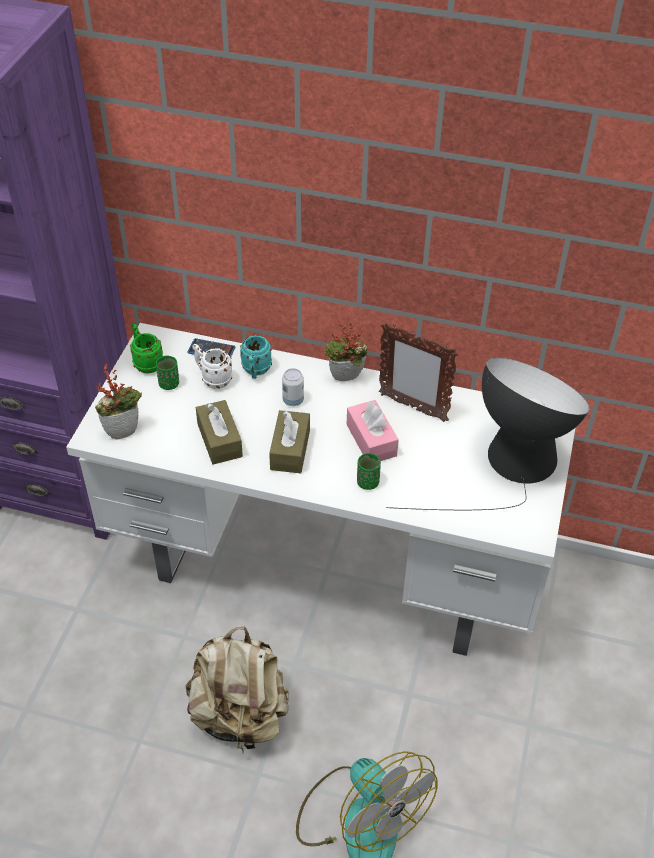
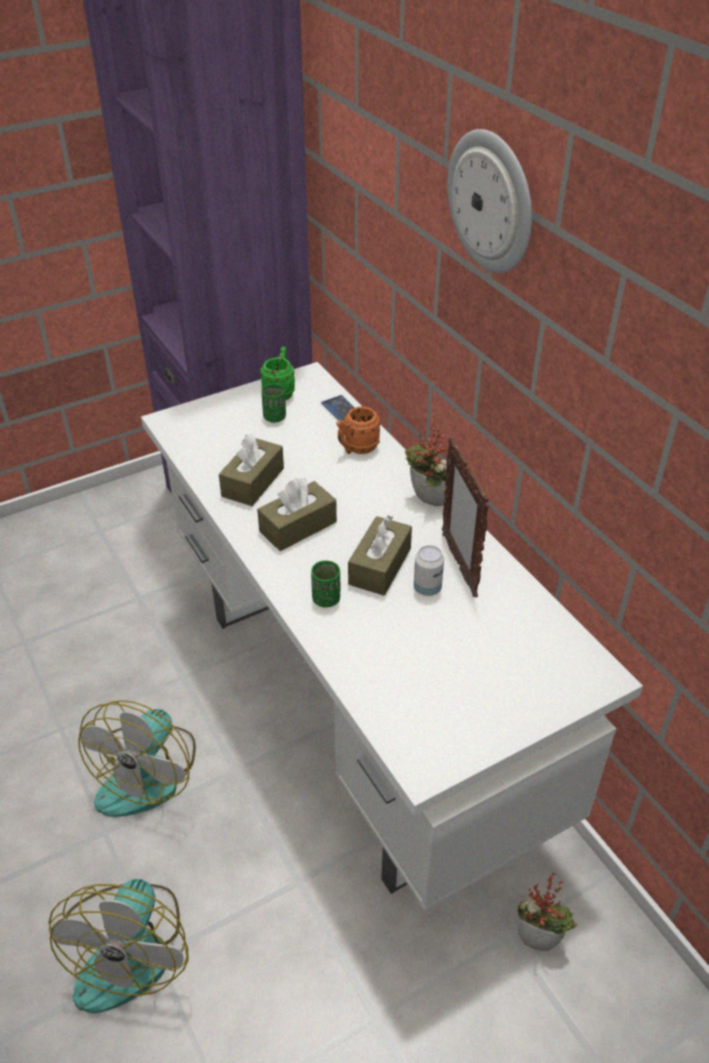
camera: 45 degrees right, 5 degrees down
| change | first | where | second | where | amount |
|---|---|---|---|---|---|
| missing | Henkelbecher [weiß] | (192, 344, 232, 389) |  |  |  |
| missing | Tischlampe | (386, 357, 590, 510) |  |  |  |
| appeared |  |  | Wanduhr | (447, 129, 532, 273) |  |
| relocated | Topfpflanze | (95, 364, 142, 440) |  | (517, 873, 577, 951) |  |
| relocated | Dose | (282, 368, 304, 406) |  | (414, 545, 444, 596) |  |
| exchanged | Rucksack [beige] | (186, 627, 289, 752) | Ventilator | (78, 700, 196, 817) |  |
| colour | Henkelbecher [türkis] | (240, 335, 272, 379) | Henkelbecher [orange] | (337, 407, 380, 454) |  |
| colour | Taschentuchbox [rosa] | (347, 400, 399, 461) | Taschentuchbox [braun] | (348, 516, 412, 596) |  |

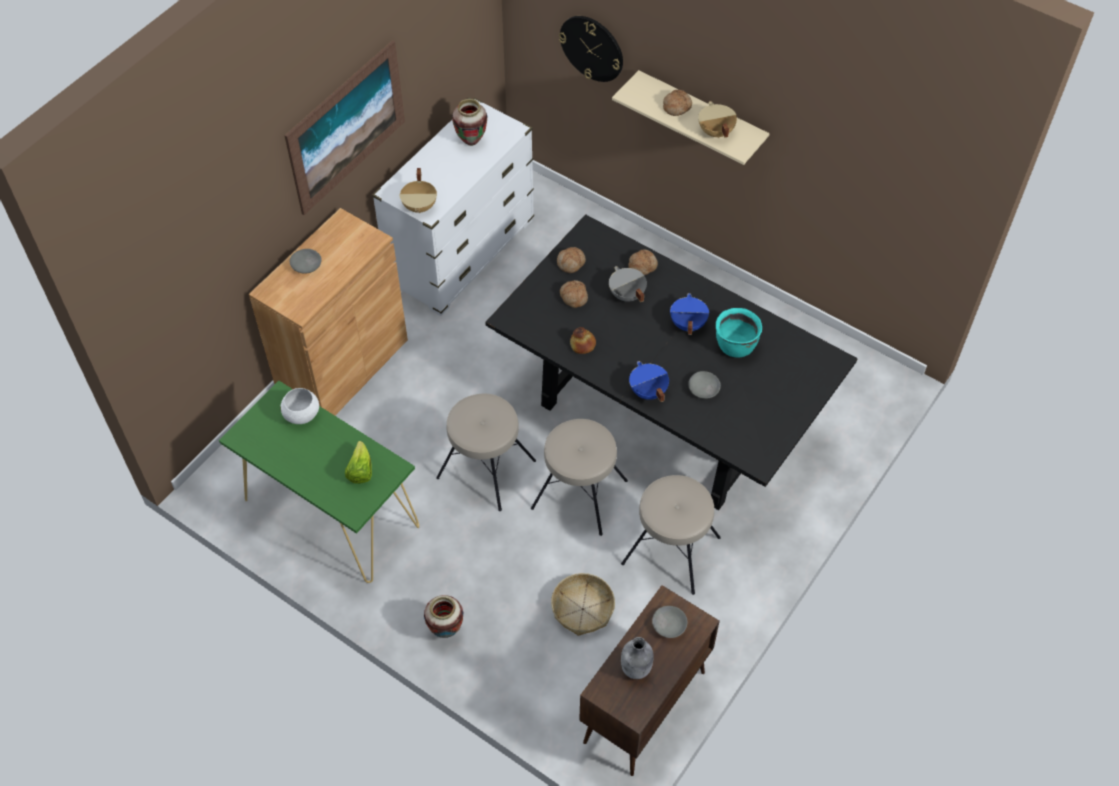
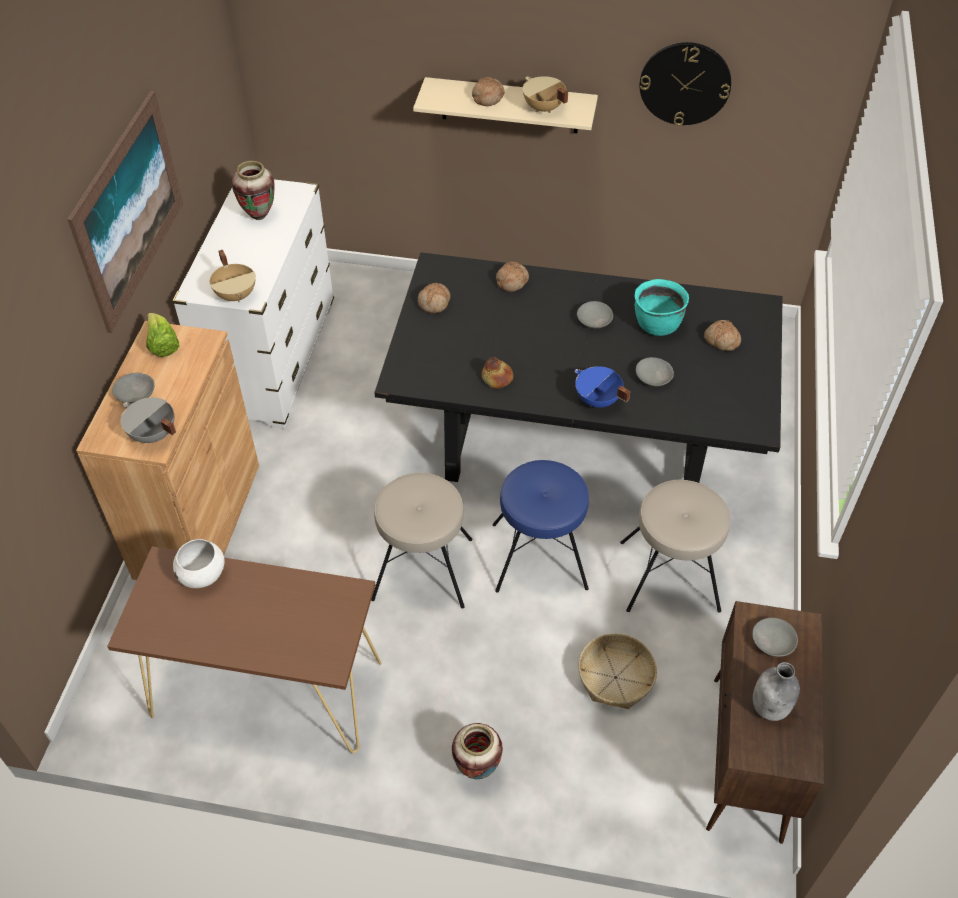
camera: 25 degrees left, 5 degrees down
| change | first | where | second | where | amount |
|---|---|---|---|---|---|
| relocated | Salatkopf | (345, 441, 372, 484) |  | (146, 313, 179, 357) |  |
| relocated | Wanduhr | (559, 16, 623, 82) |  | (640, 42, 731, 126) |  |
| relocated | Brot | (560, 280, 588, 308) |  | (704, 320, 741, 351) |  |
| relocated | Kochtopf [grau] | (609, 266, 647, 302) |  | (121, 397, 177, 443) |  |
| exchanged | Kochtopf [blau] | (670, 293, 709, 335) | Schüssel [grau] | (577, 301, 613, 329) |  |
| colour | Konsolentisch [grün] | (219, 381, 419, 583) | Konsolentisch [braun] | (107, 546, 382, 753) |  |
| colour | Hocker [beige] | (531, 419, 628, 536) | Hocker [blau] | (492, 460, 589, 593) |  |

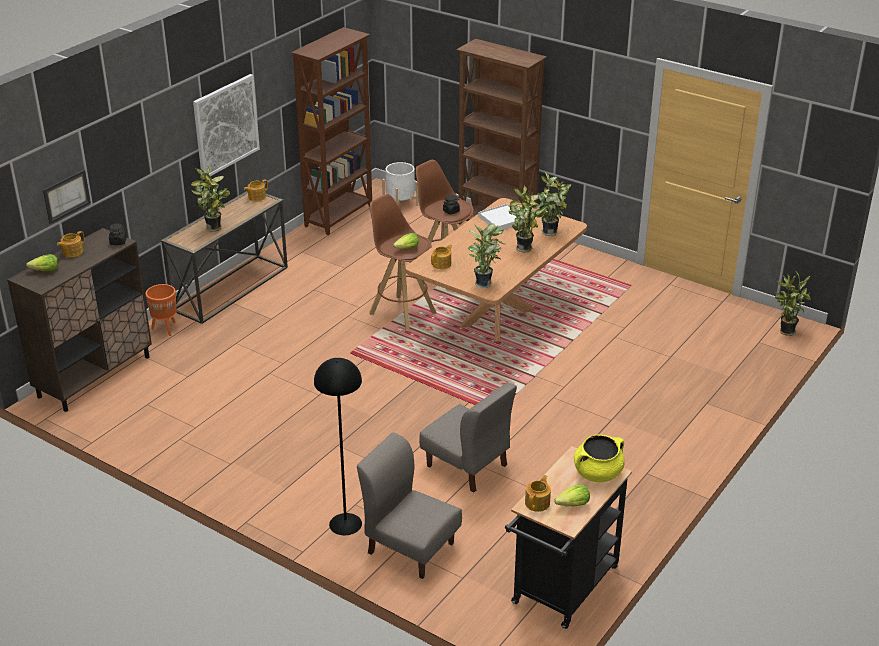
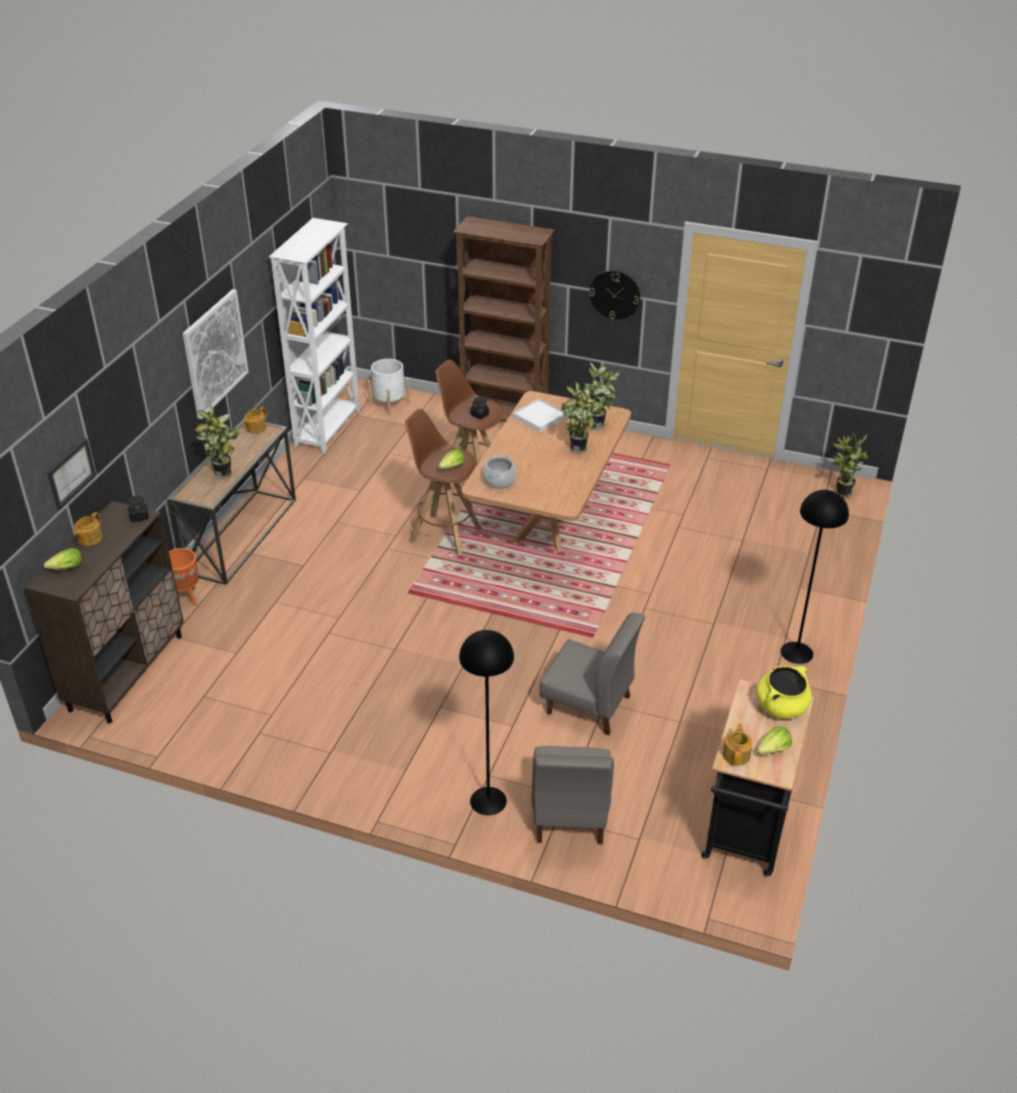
camera: 15 degrees left, 5 degrees up
| change | first | where | second | where | amount |
|---|---|---|---|---|---|
| missing | Topfpflanze | (468, 224, 507, 288) |  |  |  |
| appeared |  |  | Wanduhr | (589, 270, 640, 319) |  |
| appeared |  |  | Stehlampe [schwarz] | (781, 490, 849, 664) |  |
| exchanged | Teekanne | (431, 244, 452, 269) | Kochtopf | (483, 456, 517, 489) |  |
| colour | Bücherregal [braun] | (291, 27, 372, 235) | Bücherregal [weiß] | (269, 218, 360, 454) |  |
| spun | Stuhl [grau] | (357, 432, 462, 579) |  | (531, 746, 614, 844) | 105 degrees counterclockwise |

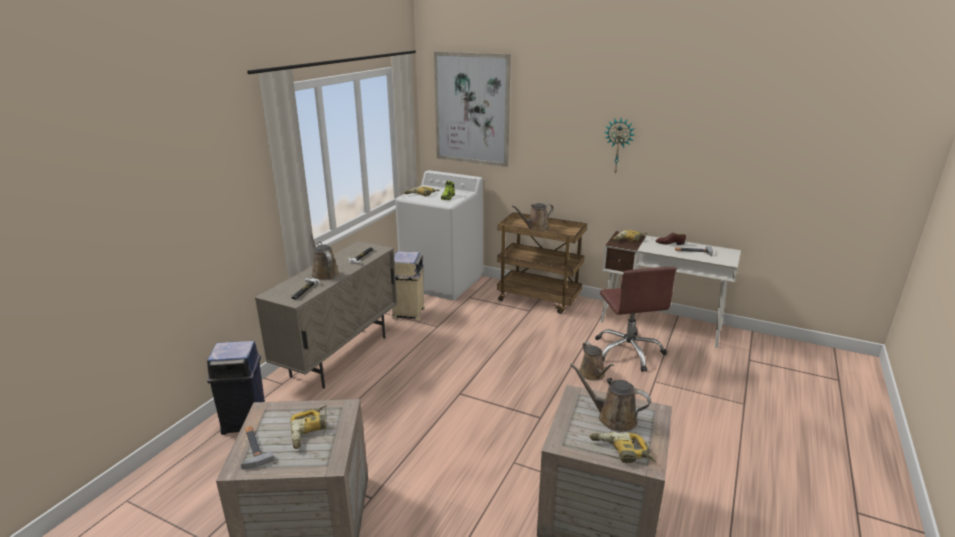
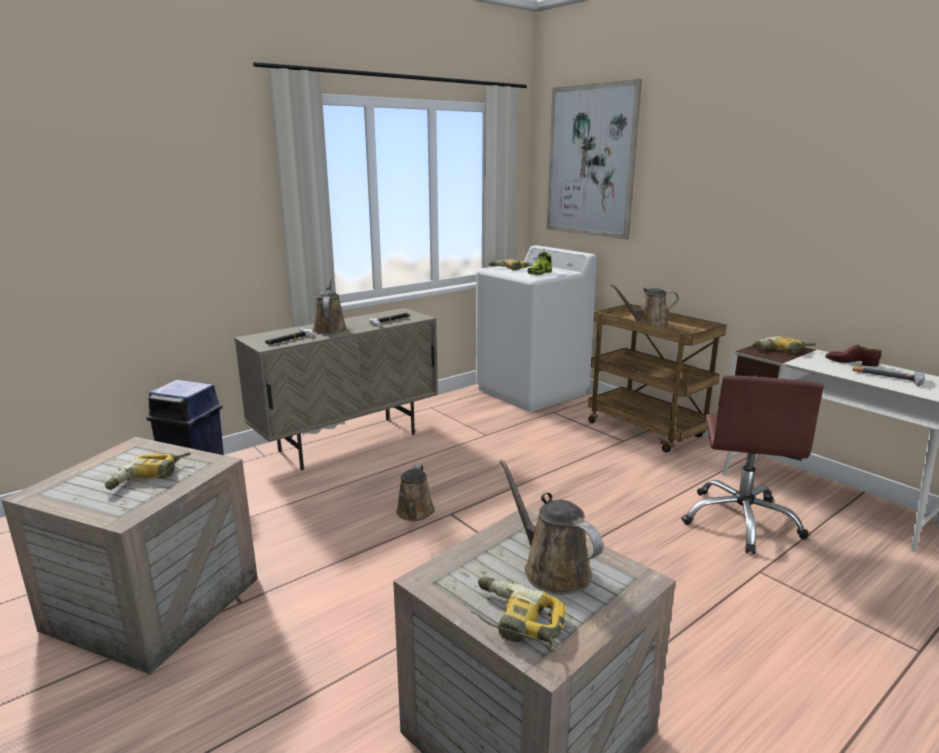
camera: 25 degrees right, 5 degrees down
| change | first | where | second | where | amount |
|---|---|---|---|---|---|
| missing | Hammer | (241, 426, 275, 469) |  |  |  |
| missing | Mülleimer [beige] | (392, 251, 425, 321) |  |  |  |
| missing | Wanduhr | (604, 118, 634, 174) |  |  |  |
| relocated | Gießkanne [braun] | (579, 342, 614, 381) |  | (396, 465, 435, 521) |  |

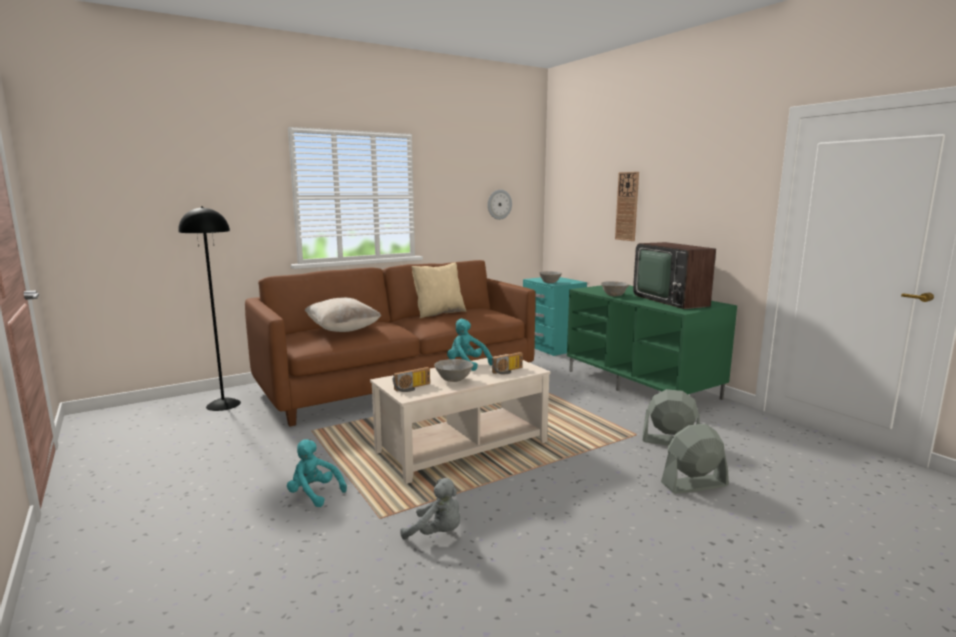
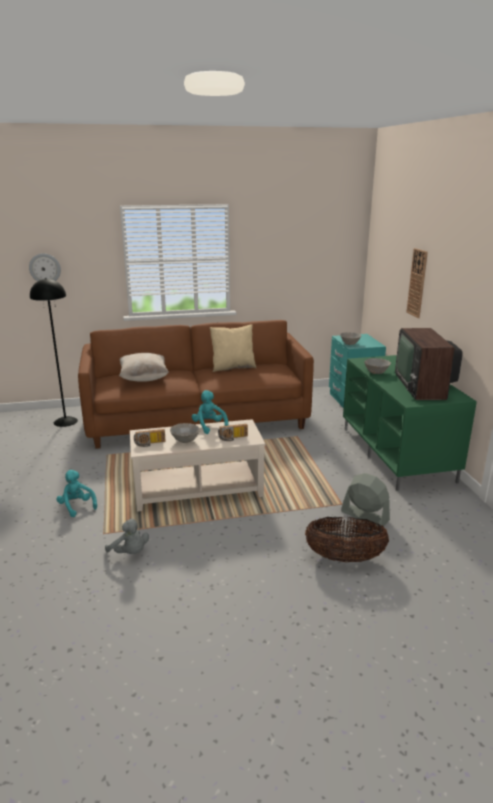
camera: 20 degrees right, 10 degrees up
| change | first | where | second | where | amount |
|---|---|---|---|---|---|
| relocated | Wanduhr | (488, 190, 512, 220) |  | (29, 253, 61, 281) |  |
| exchanged | Ventilator [grau] | (661, 424, 729, 494) | Korb | (305, 517, 389, 562) |  |

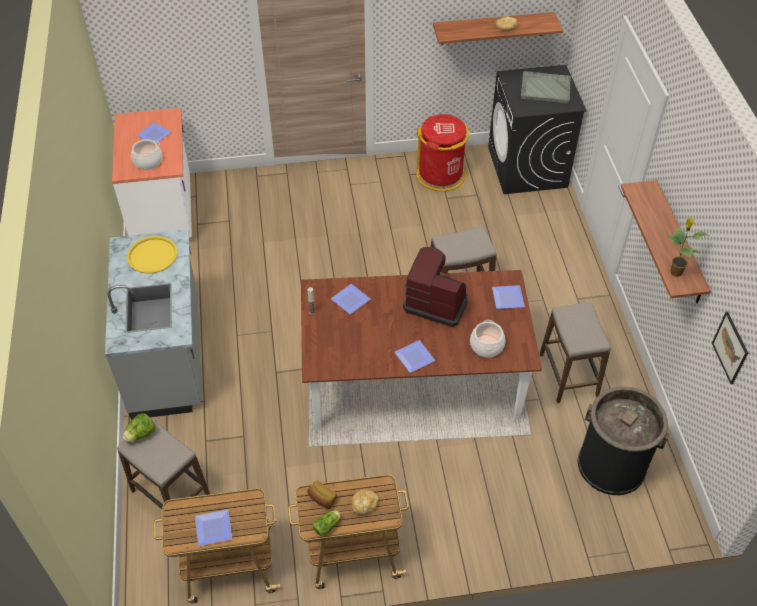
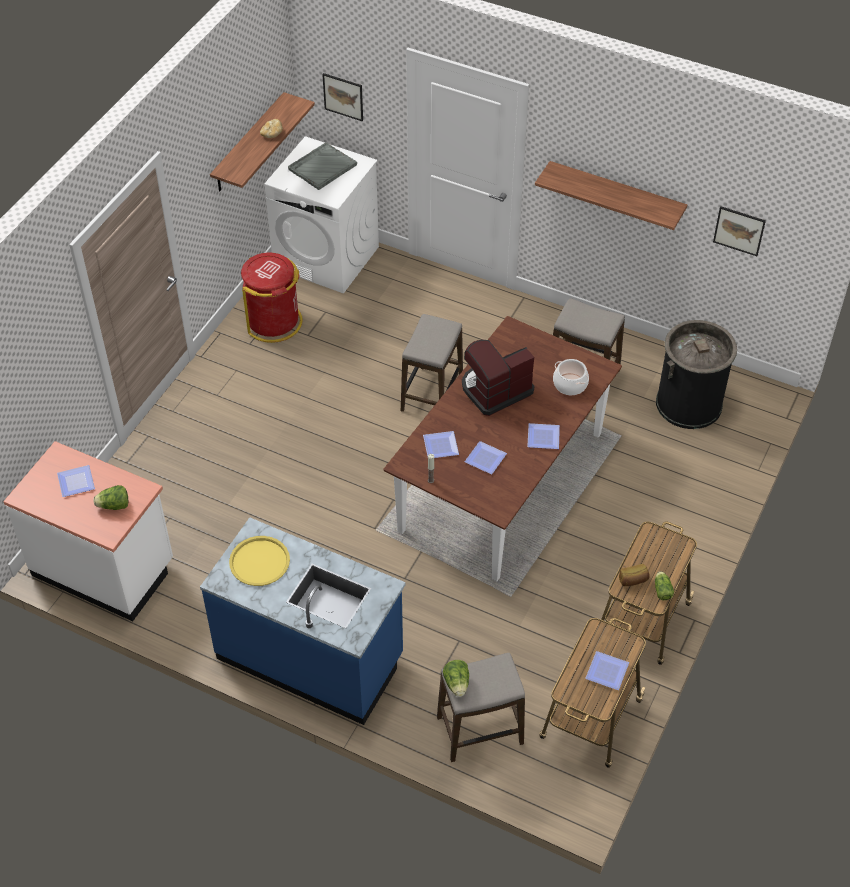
camera: 55 degrees left, 0 degrees up
| change | first | where | second | where | amount |
|---|---|---|---|---|---|
| missing | Brot | (352, 489, 379, 514) |  |  |  |
| missing | Topfpflanze | (667, 218, 709, 277) |  |  |  |
| appeared |  |  | Bild | (322, 73, 363, 121) |  |
| relocated | Teller | (492, 285, 525, 309) |  | (464, 441, 507, 474) |  |
| exchanged | Kochtopf | (131, 139, 162, 170) | Salatkopf | (93, 485, 129, 510) |  |
| colour | Küchenzeile [grau] | (105, 230, 202, 420) | Küchenzeile [blau] | (200, 517, 406, 725) |  |
| colour | Waschmaschine [schwarz] | (488, 65, 587, 194) | Waschmaschine [weiß] | (264, 136, 379, 294) |  |

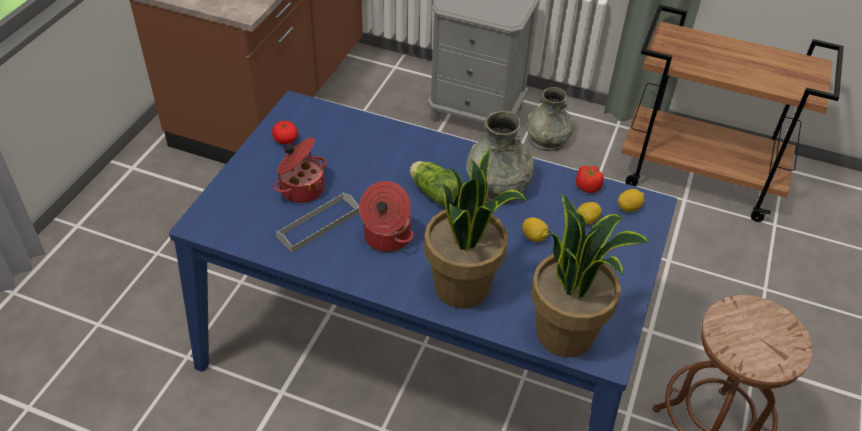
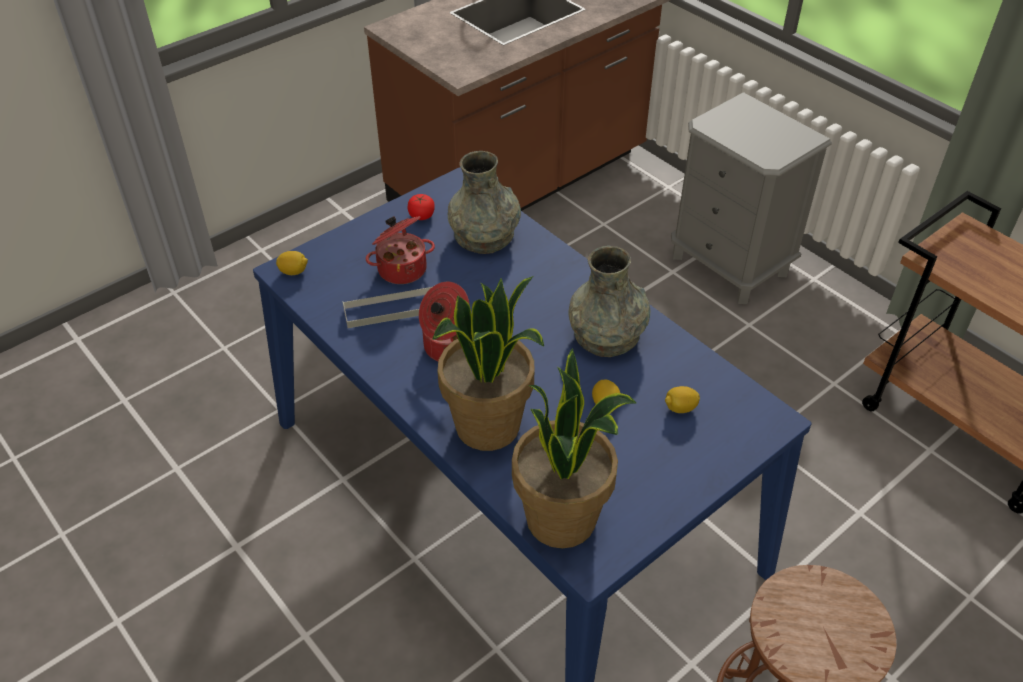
camera: 30 degrees right, 0 degrees up
| change | first | where | second | where | amount |
|---|---|---|---|---|---|
| missing | Salatkopf | (410, 161, 458, 206) |  |  |  |
| missing | Tomate | (576, 165, 604, 193) |  |  |  |
| relocated | Vase [grau] | (526, 87, 574, 151) |  | (448, 151, 521, 254) |  |
| relocated | Zitrone | (618, 189, 644, 212) |  | (276, 251, 308, 275) |  |

